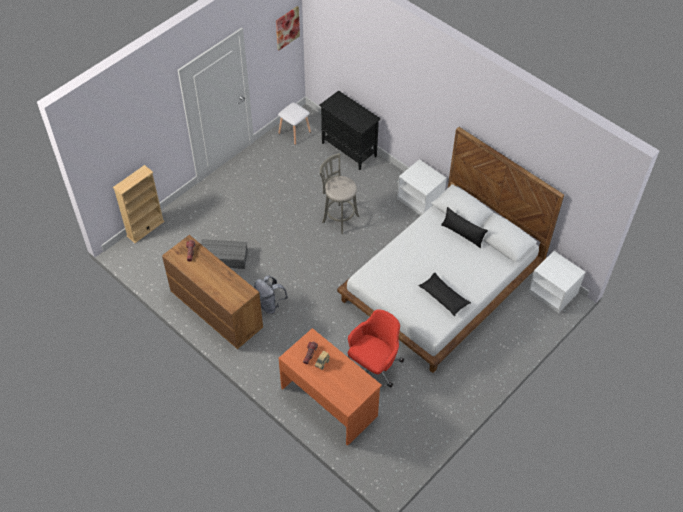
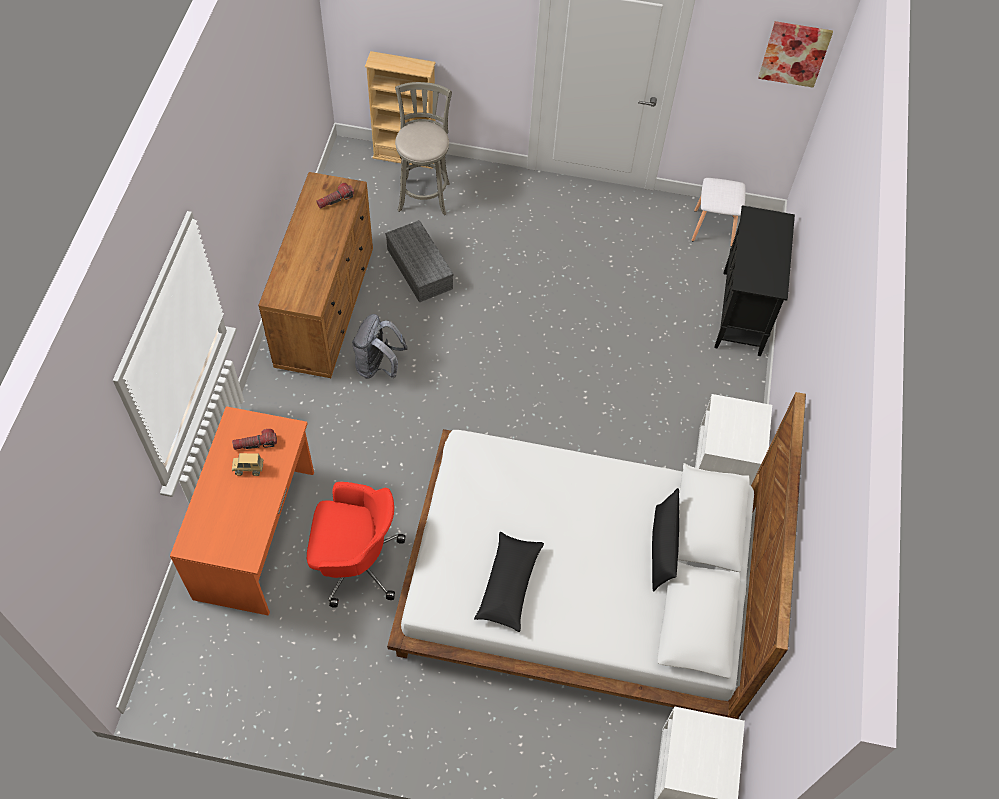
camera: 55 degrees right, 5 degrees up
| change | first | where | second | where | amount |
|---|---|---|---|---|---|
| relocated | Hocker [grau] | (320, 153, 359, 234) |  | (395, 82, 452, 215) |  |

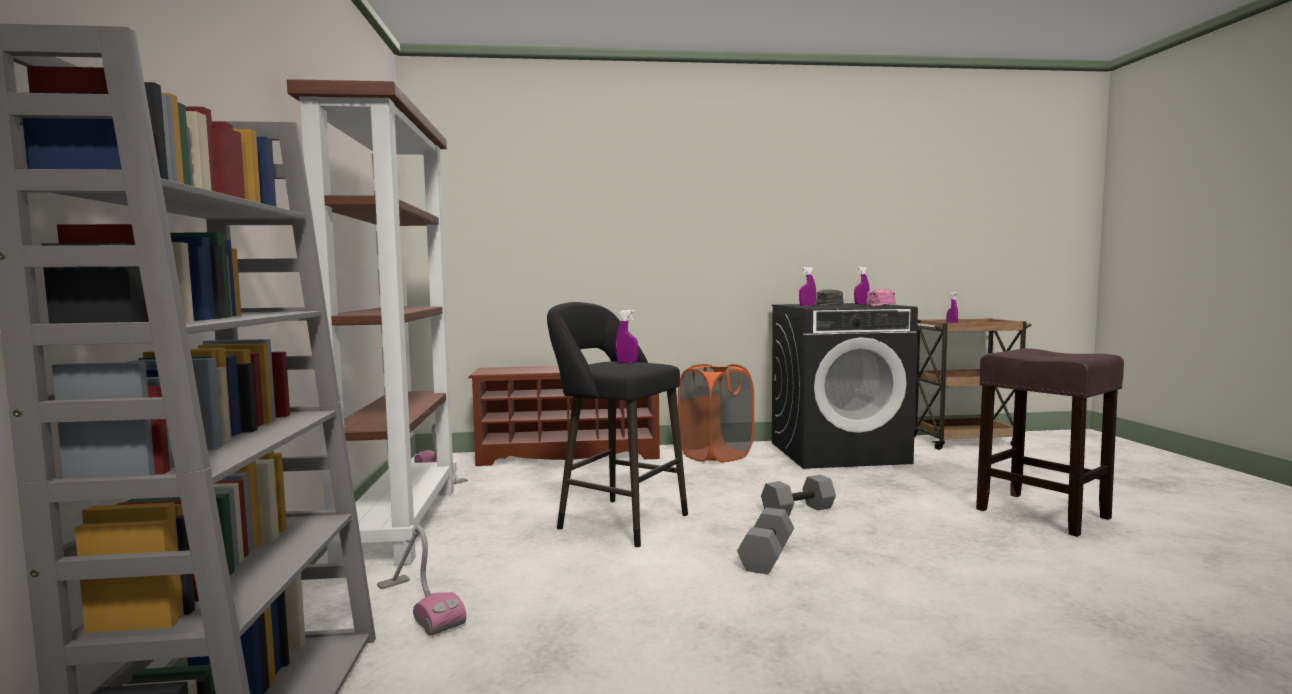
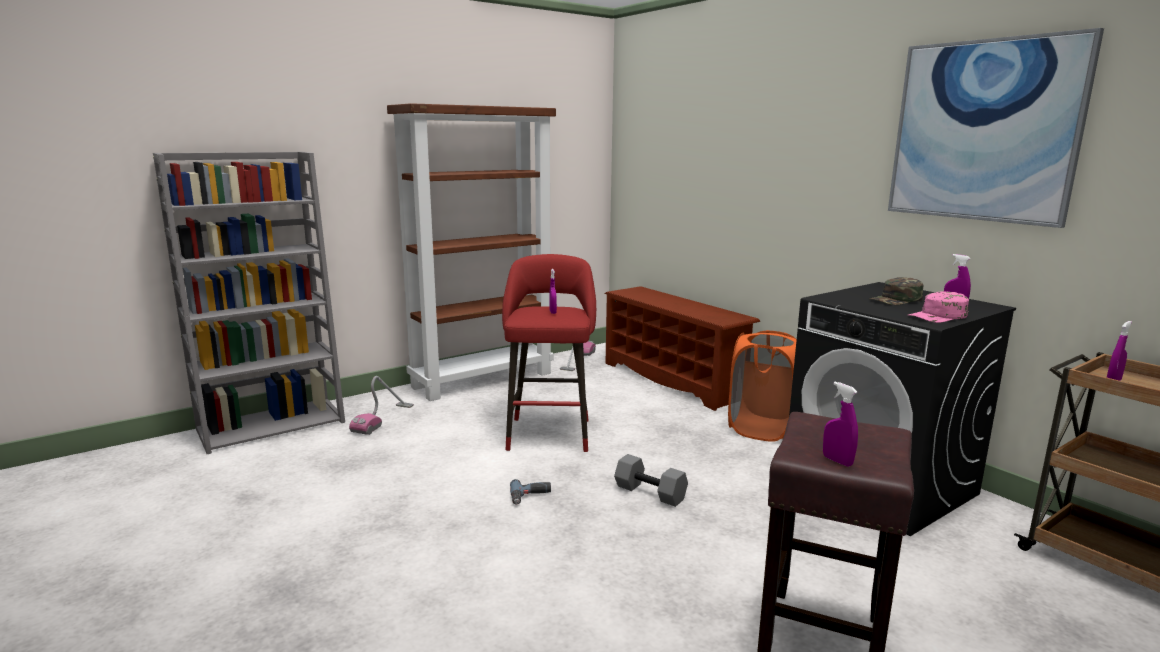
camera: 60 degrees right, 10 degrees up
| change | first | where | second | where | amount |
|---|---|---|---|---|---|
| appeared |  |  | Bild | (888, 28, 1104, 228) |  |
| relocated | Sprühflasche [lila] | (799, 267, 816, 306) |  | (823, 382, 858, 467) |  |
| exchanged | Hantel [grau] | (737, 507, 794, 574) | Bohrmaschine | (510, 479, 551, 504) |  |
| colour | Hocker [schwarz] | (547, 302, 688, 547) | Hocker [rot] | (502, 254, 596, 452) |  |

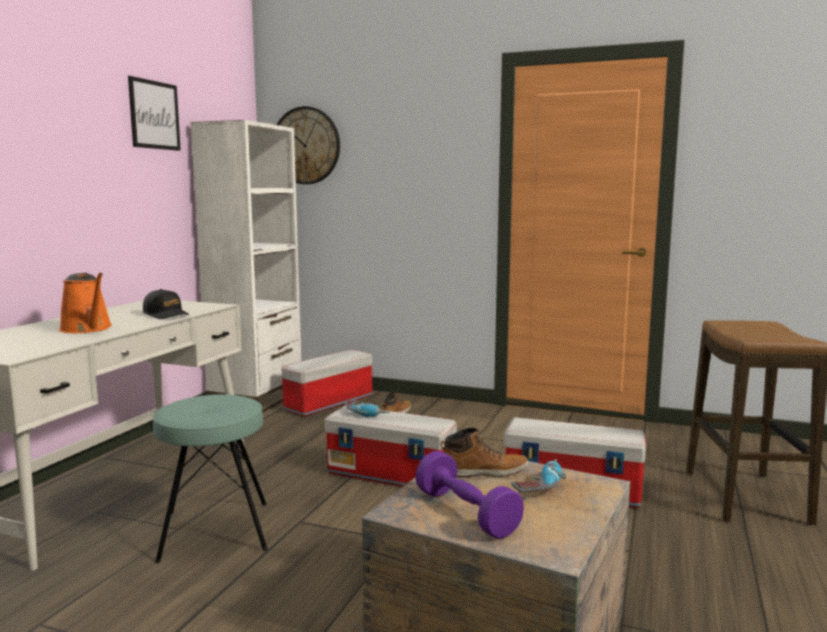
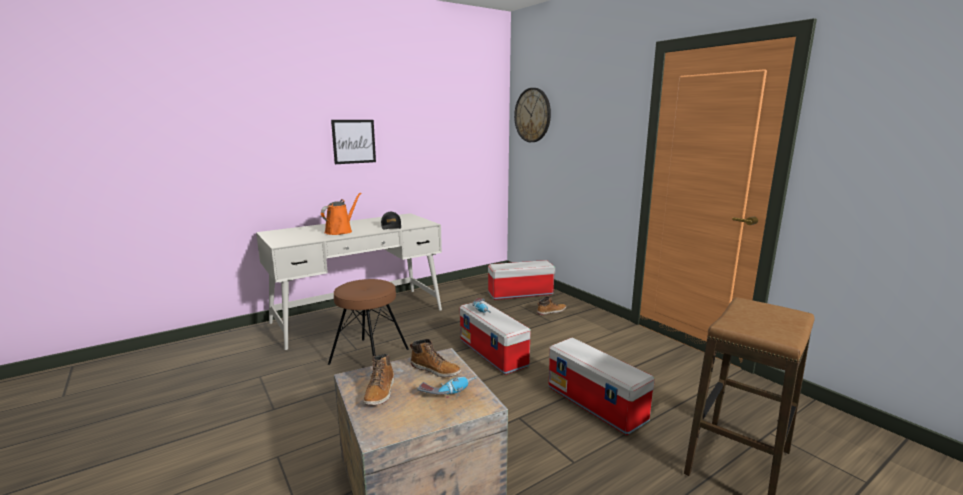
camera: 35 degrees right, 5 degrees up
| change | first | where | second | where | amount |
|---|---|---|---|---|---|
| missing | Bücherregal [weiß] | (191, 120, 301, 412) |  |  |  |
| relocated | Bild | (128, 76, 181, 151) |  | (331, 120, 376, 164) |  |
| exchanged | Hantel [lila] | (415, 451, 524, 539) | Stiefel | (364, 354, 394, 405) |  |
| colour | Hocker [türkis] | (153, 394, 268, 563) | Hocker [braun] | (328, 279, 409, 365) |  |
| spun | Gießkanne [orange] | (59, 273, 112, 333) |  | (321, 193, 362, 235) | 150 degrees counterclockwise |

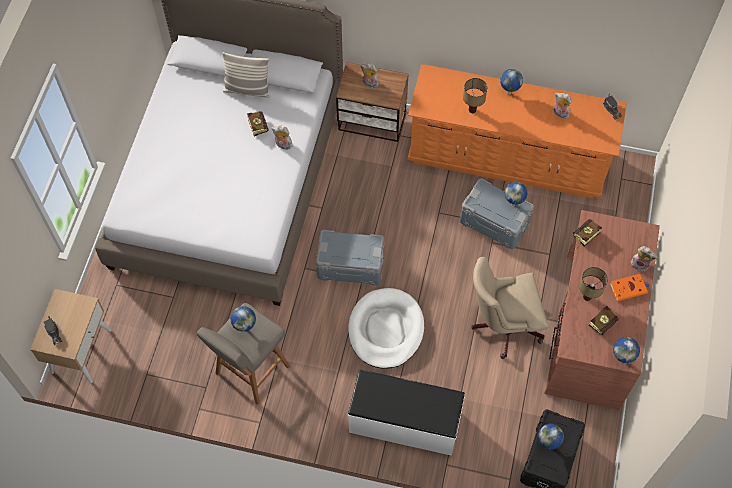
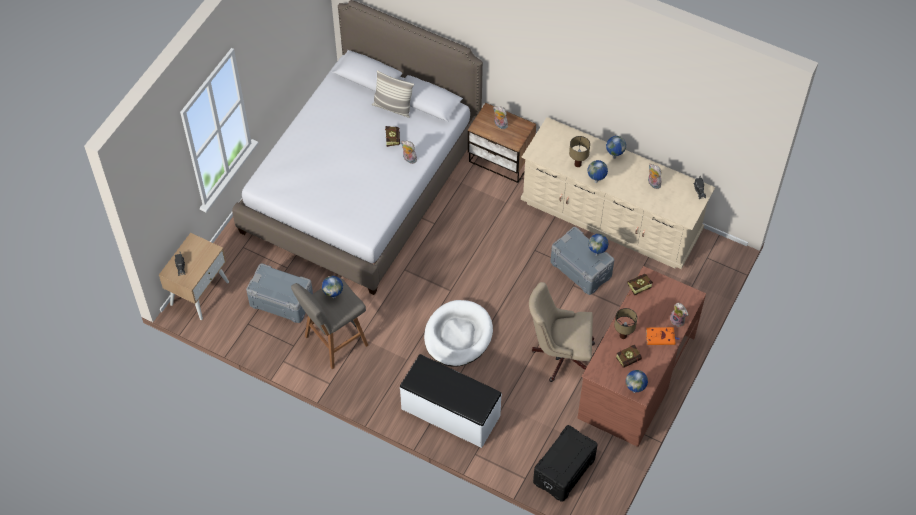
camera: 15 degrees right, 5 degrees down
| change | first | where | second | where | amount |
|---|---|---|---|---|---|
| relocated | Aufbewahrungsbox [grau] | (316, 230, 384, 286) |  | (246, 263, 313, 323) |  |
| relocated | Globus | (538, 424, 564, 449) |  | (588, 160, 608, 183) |  |
| colour | Kommode [orange] | (408, 64, 627, 198) | Kommode [beige] | (521, 117, 715, 269) |  |

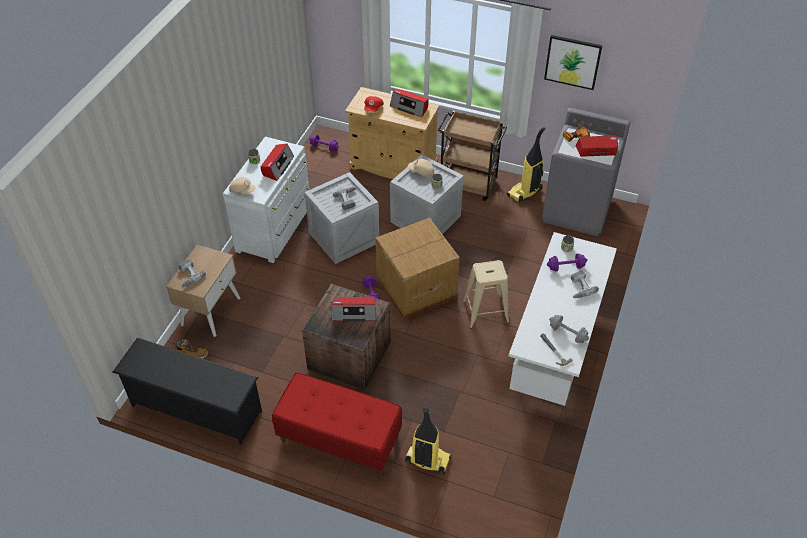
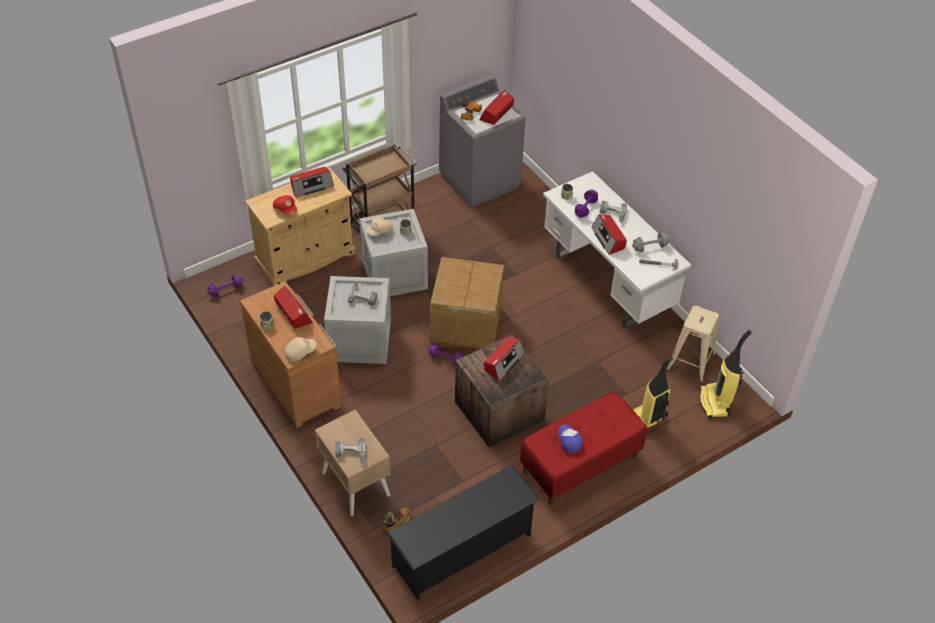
camera: 55 degrees left, 0 degrees up
| change | first | where | second | where | amount |
|---|---|---|---|---|---|
| missing | Bild | (544, 35, 603, 90) |  |  |  |
| appeared |  |  | Kappe | (558, 424, 583, 453) |  |
| appeared |  |  | Radio | (591, 214, 627, 255) |  |
| relocated | Hocker [beige] | (462, 260, 510, 329) |  | (667, 306, 719, 383) |  |
| relocated | Staubsauger | (507, 127, 545, 203) |  | (700, 330, 751, 419) |  |
| colour | Kommode [weiß] | (223, 137, 310, 263) | Kommode [braun] | (240, 281, 341, 428) |  |

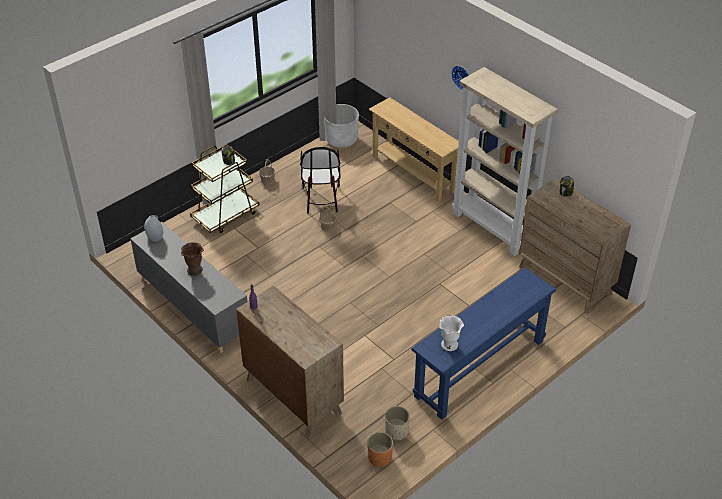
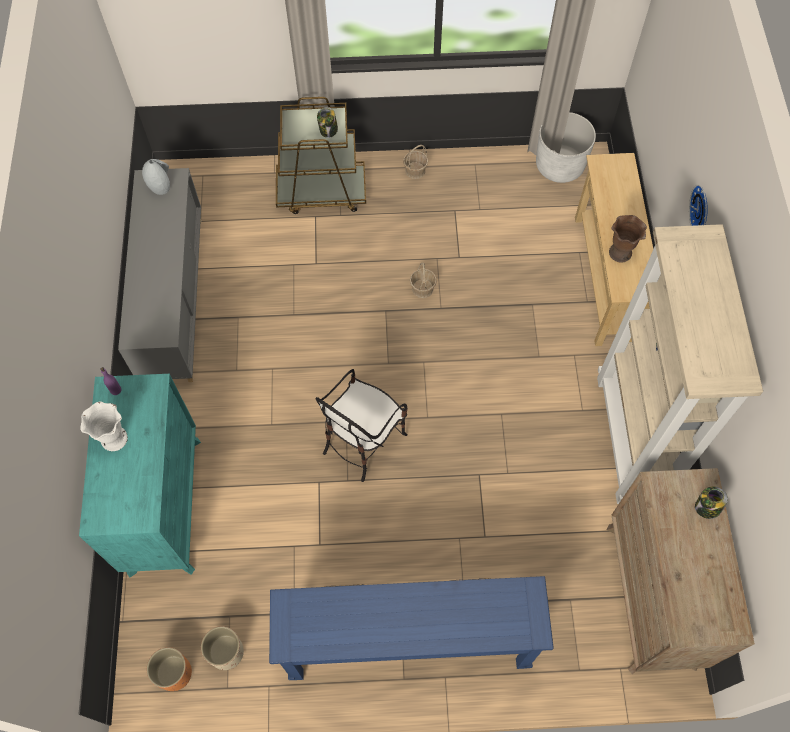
camera: 40 degrees right, 20 degrees up
| change | first | where | second | where | amount |
|---|---|---|---|---|---|
| relocated | Vase [braun] | (181, 242, 204, 276) |  | (609, 215, 647, 263) |  |
| relocated | Stuhl | (300, 147, 341, 213) |  | (315, 369, 408, 482) |  |
| relocated | Vase [weiß] | (439, 315, 464, 351) |  | (80, 402, 128, 451) |  |
| colour | Kommode [braun] | (236, 286, 344, 437) | Kommode [türkis] | (79, 374, 201, 578) |  |

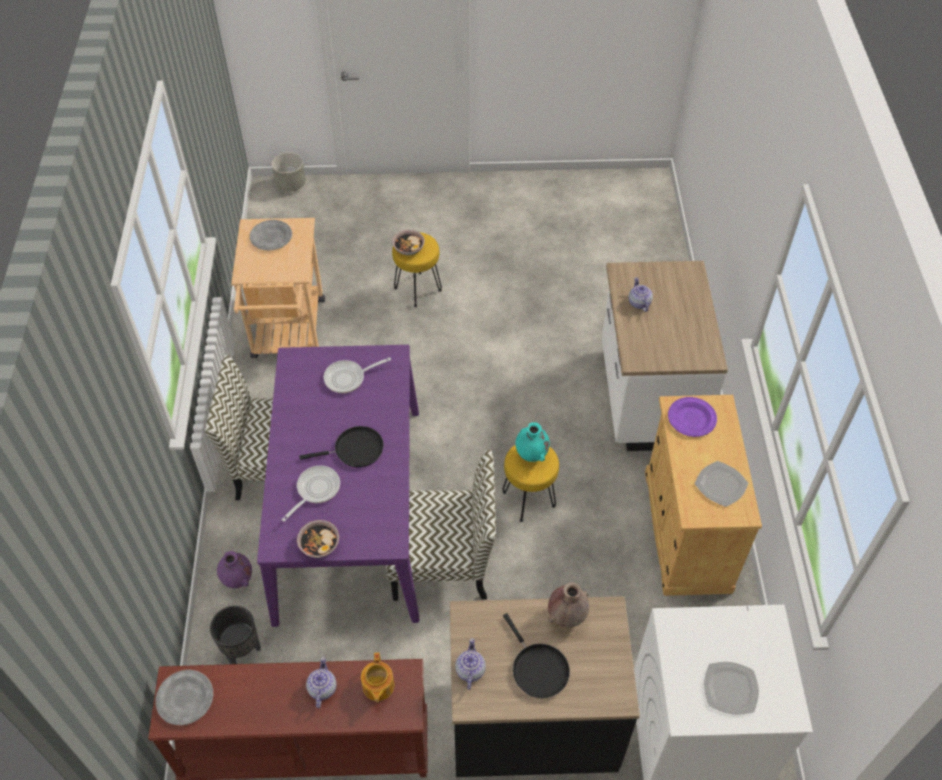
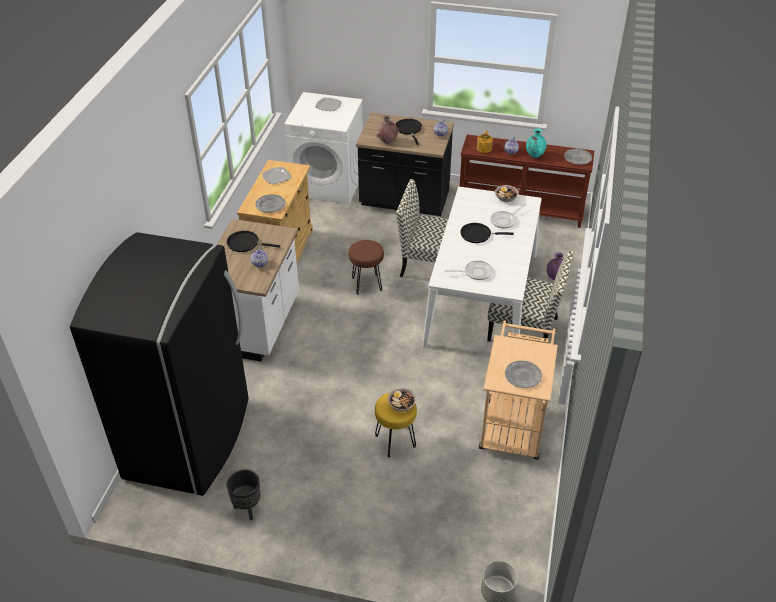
camera: 165 degrees left, 10 degrees down
| change | first | where | second | where | amount |
|---|---|---|---|---|---|
| appeared |  |  | Kühlschrank [schwarz] | (70, 232, 249, 496) |  |
| appeared |  |  | Pfanne [schwarz] | (227, 231, 280, 252) |  |
| relocated | Pflanzkübel [schwarz] | (210, 606, 261, 664) |  | (227, 469, 261, 520) |  |
| relocated | Vase [türkis] | (515, 422, 550, 462) |  | (526, 129, 547, 158) |  |
| colour | Esstisch [lila] | (257, 345, 419, 627) | Esstisch [weiß] | (422, 187, 542, 348) |  |
| colour | Hocker [gelb] | (503, 445, 559, 522) | Hocker [braun] | (349, 240, 384, 294) |  |
| colour | Teller [lila] | (668, 397, 717, 437) | Teller [grau] | (255, 194, 286, 213) |  |

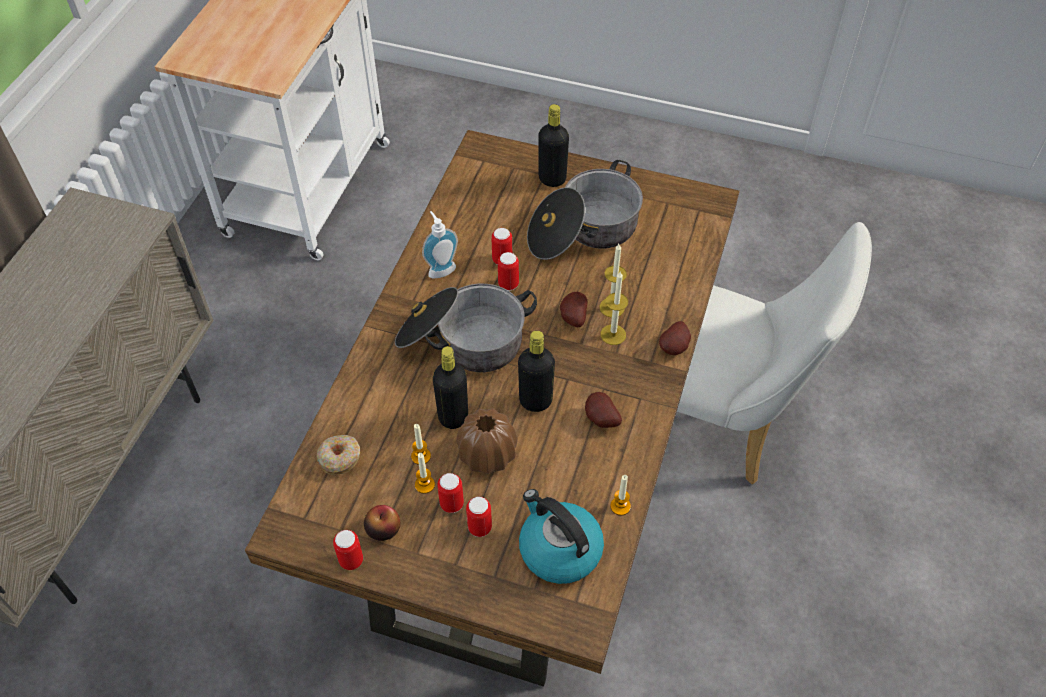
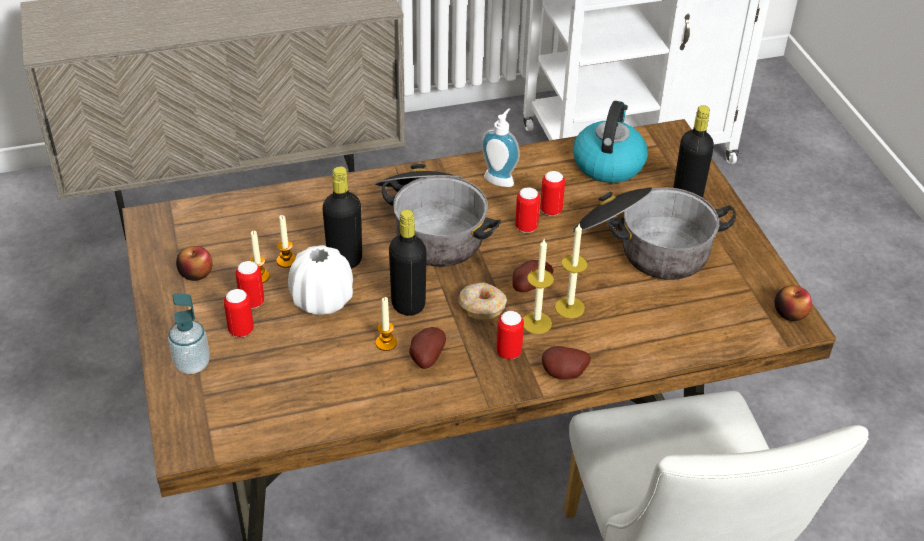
camera: 55 degrees right, 10 degrees down
| change | first | where | second | where | amount |
|---|---|---|---|---|---|
| appeared |  |  | Seifenspender | (168, 293, 210, 374) |  |
| appeared |  |  | Apfel | (774, 285, 812, 321) |  |
| relocated | Donut | (316, 435, 360, 475) |  | (458, 282, 507, 320) |  |
| relocated | Dose | (333, 530, 363, 570) |  | (496, 311, 524, 359) |  |
| relocated | Wasserkessel | (519, 489, 604, 584) |  | (573, 101, 648, 183) |  |
| relocated | Kerze | (610, 475, 631, 516) |  | (375, 297, 397, 351) |  |
| colour | Vase [braun] | (456, 409, 517, 474) | Vase [weiß] | (288, 245, 353, 315) |  |

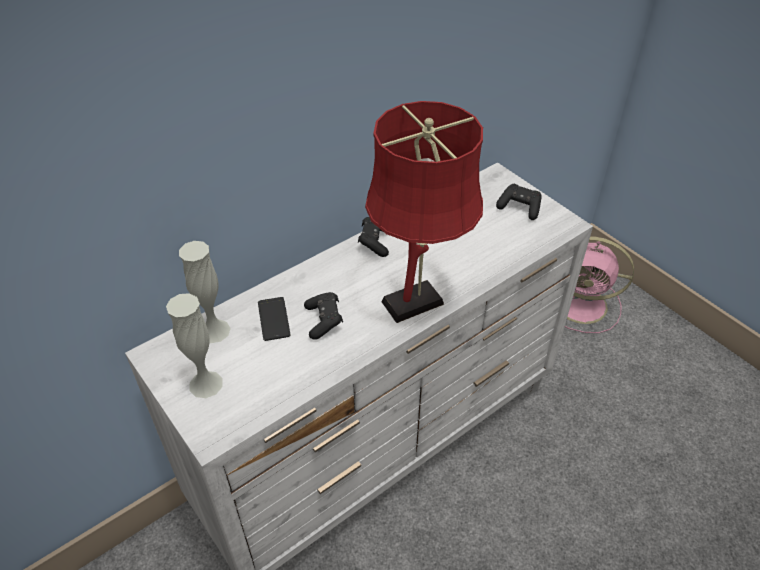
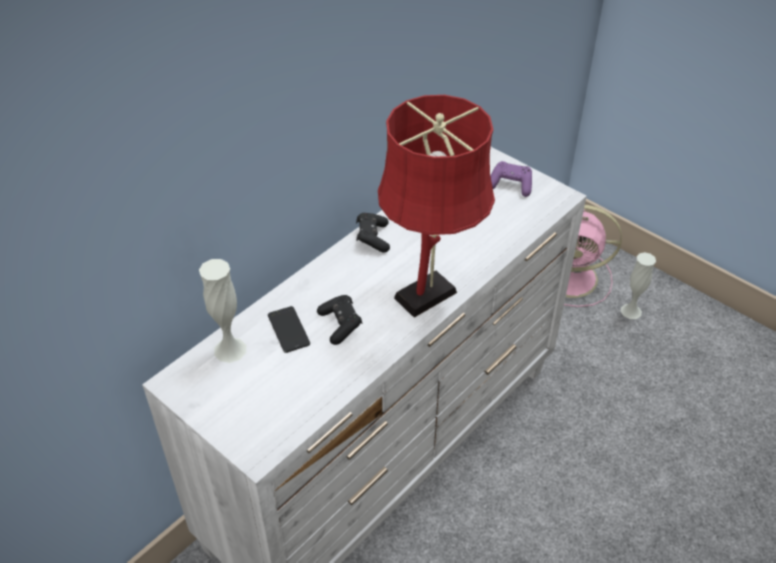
camera: 10 degrees left, 0 degrees up
| change | first | where | second | where | amount |
|---|---|---|---|---|---|
| relocated | Vase [weiß] | (166, 293, 223, 398) |  | (621, 252, 656, 319) |  |
| colour | Gamepad [schwarz] | (496, 184, 542, 220) | Gamepad [lila] | (490, 161, 532, 197) |  |

